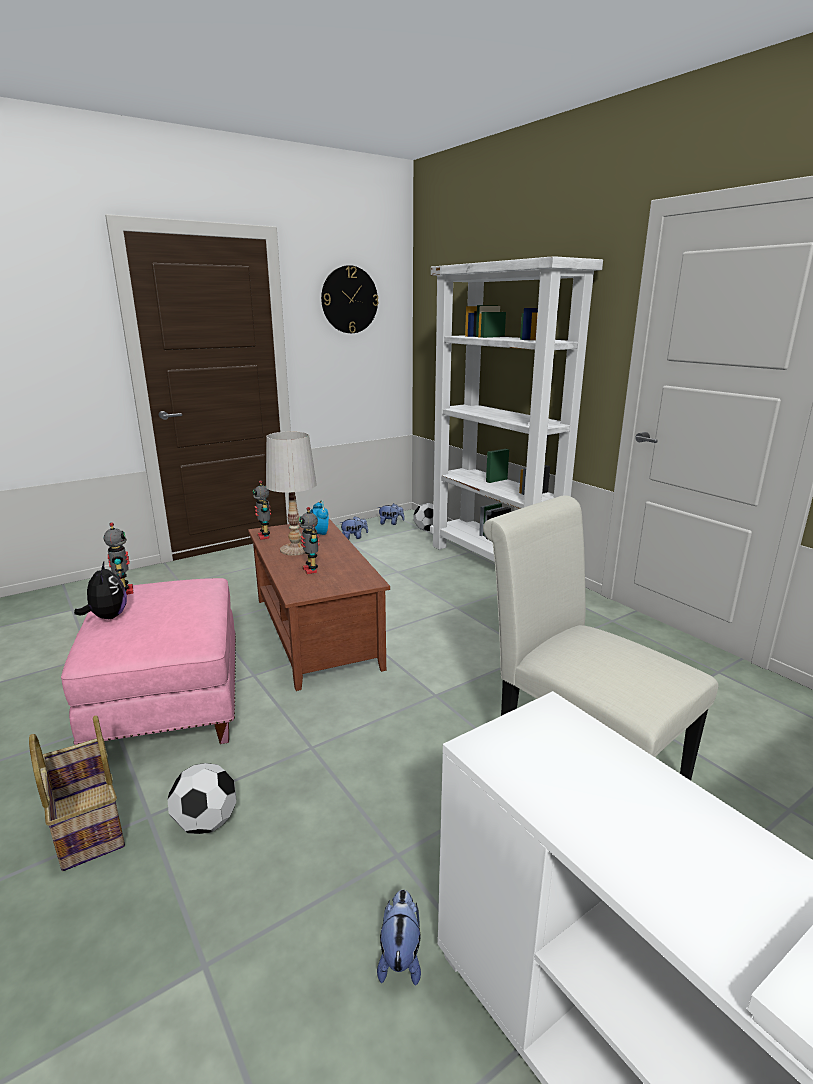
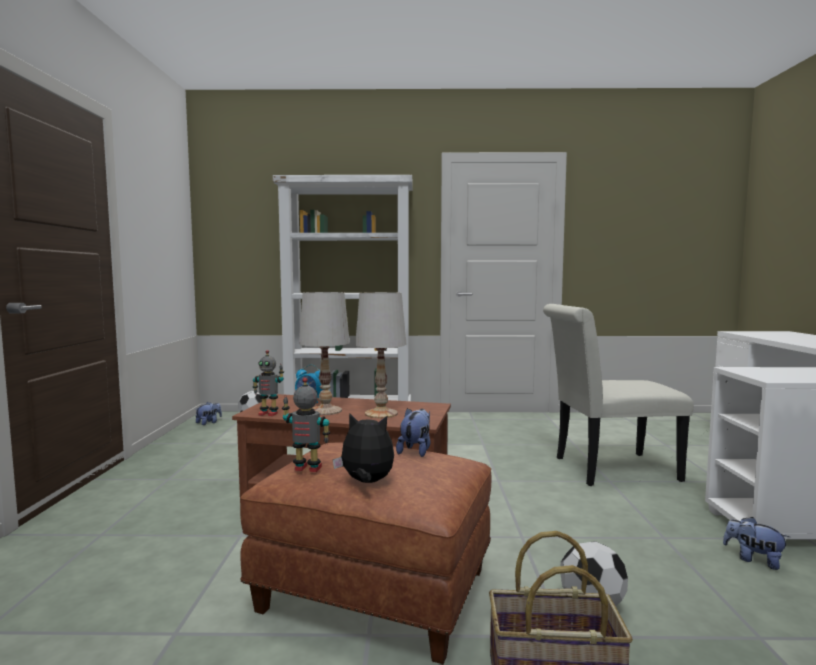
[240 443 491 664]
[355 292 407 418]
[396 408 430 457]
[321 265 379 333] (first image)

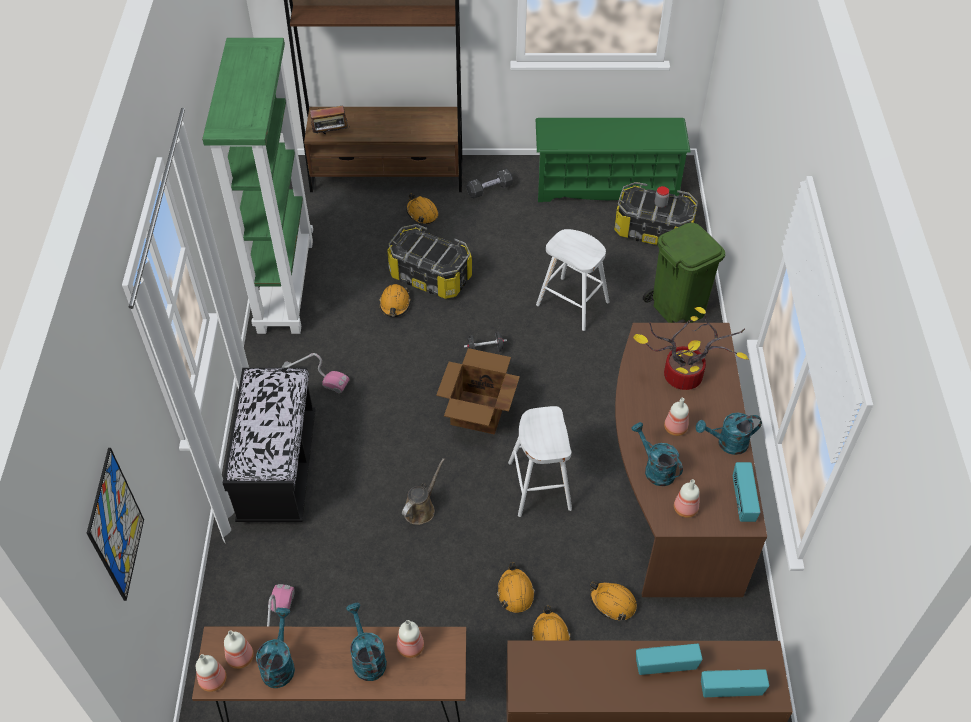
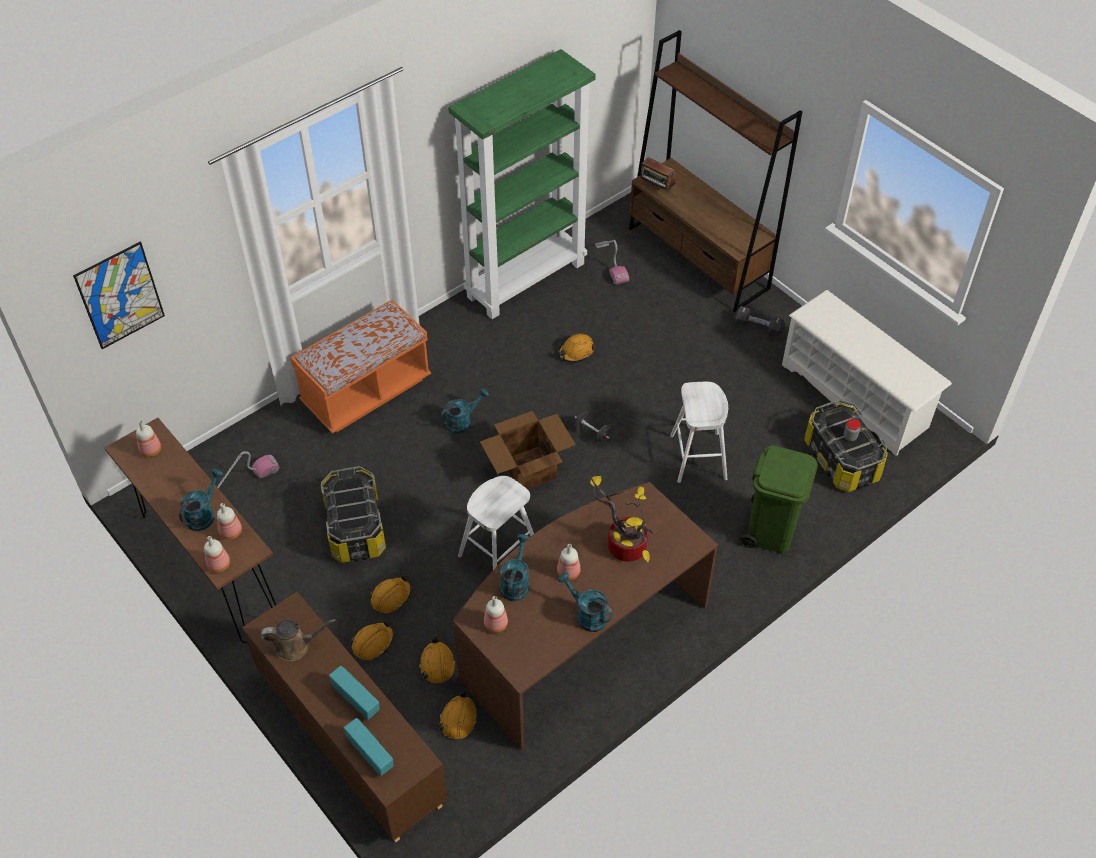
[204 536 230 573]
[261 619 336 661]
[290 300 431 434]
[321 466 386 563]
[439 689 478 739]
[440 388 489 433]
[595 240 629 285]
[782 290 952 456]
[733 462 760 522] (first image)

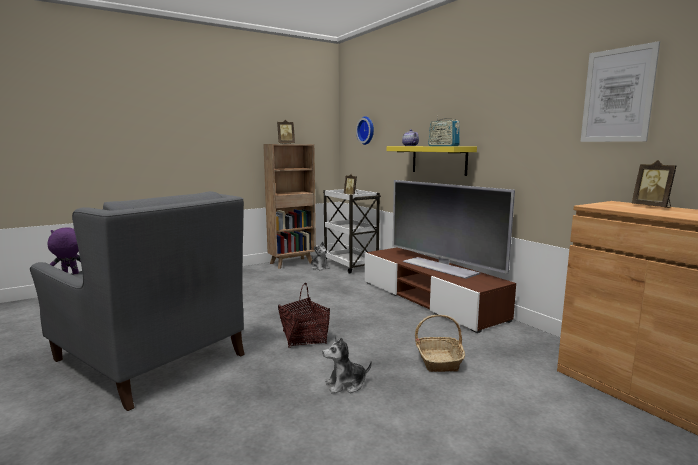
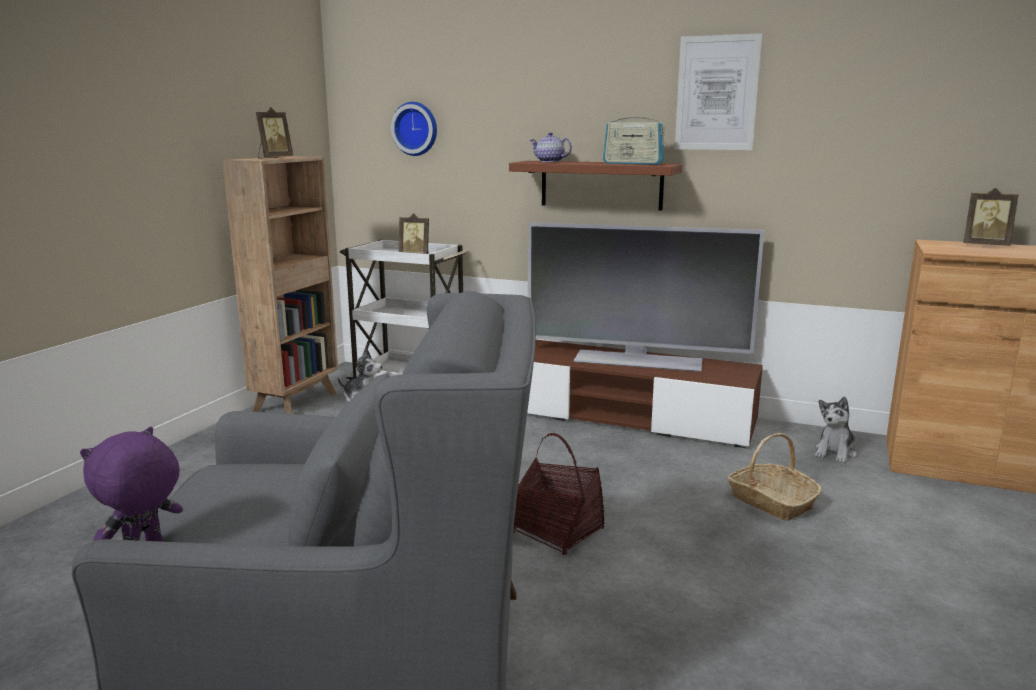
[509 161 682 211]
[675 33 762 150]
[815 397 857 463]

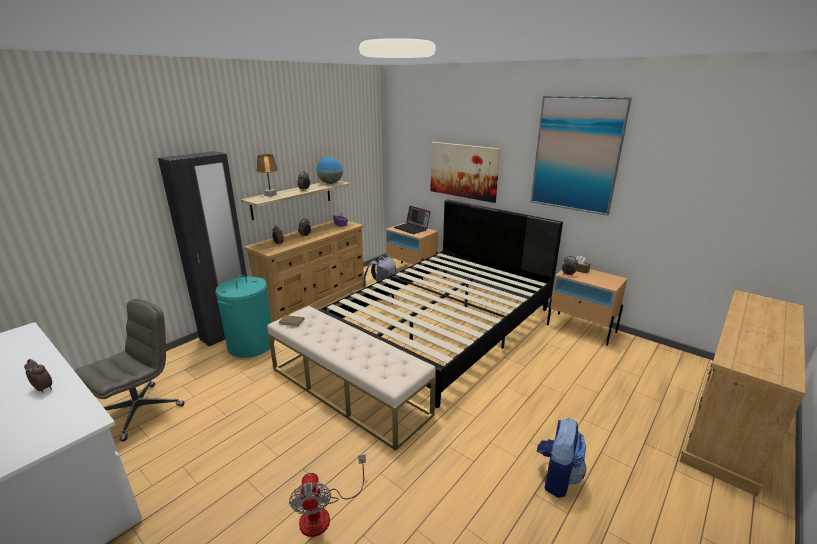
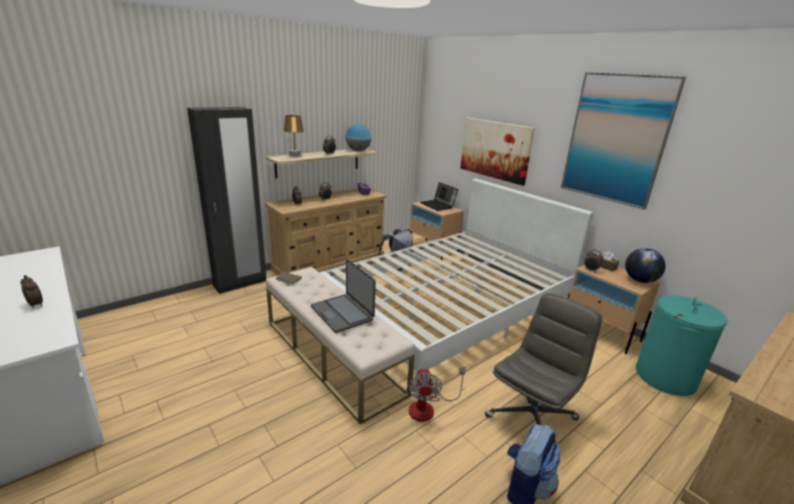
[311 259 376 333]
[320 178 594 386]
[408 367 466 422]
[485 293 602 425]
[625 248 666 283]
[636 295 728 396]

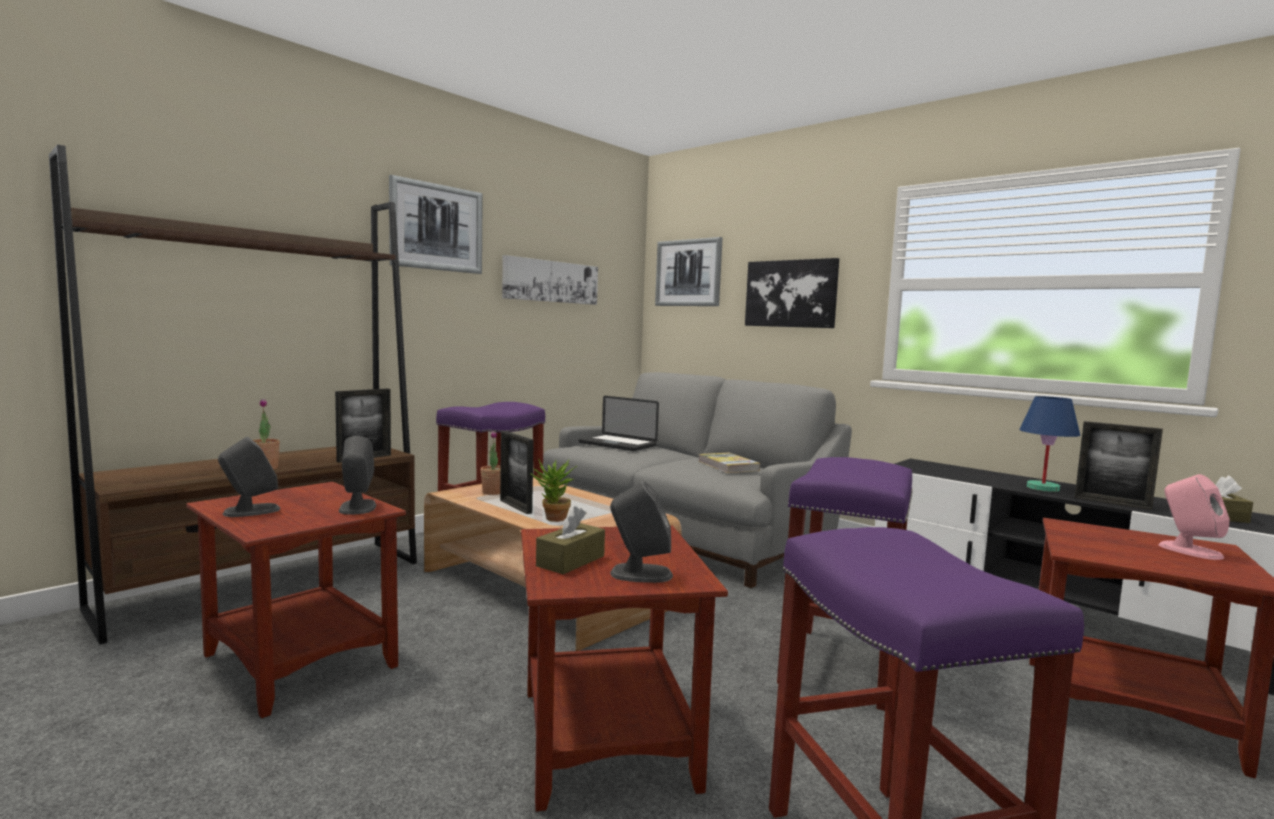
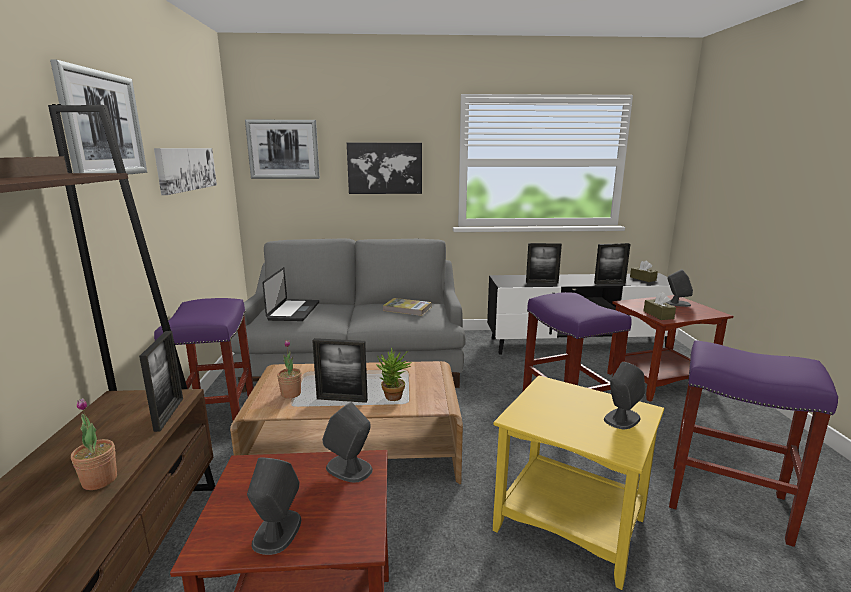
[263 267 319 321]
[493 375 664 590]
[526 243 562 283]
[644 292 676 320]
[666 269 693 307]
[1019 396 1080 492] (first image)

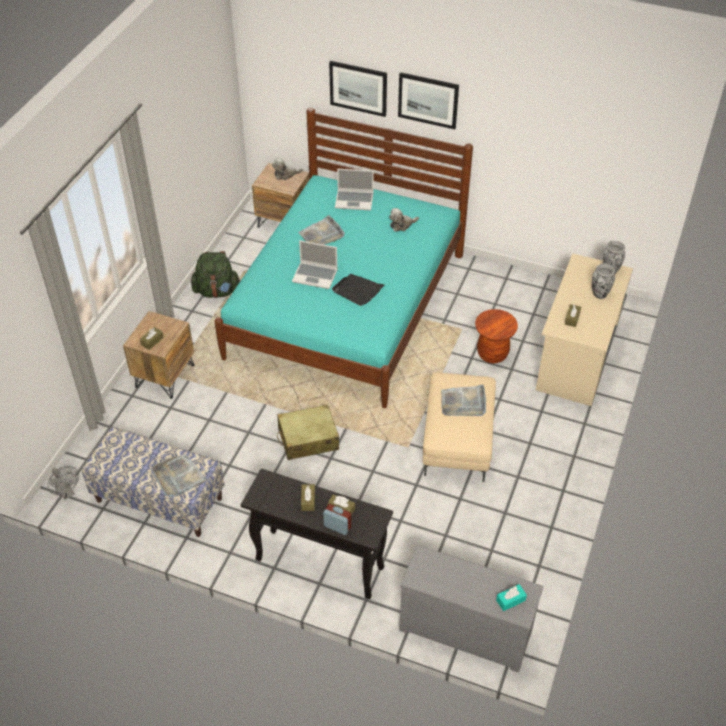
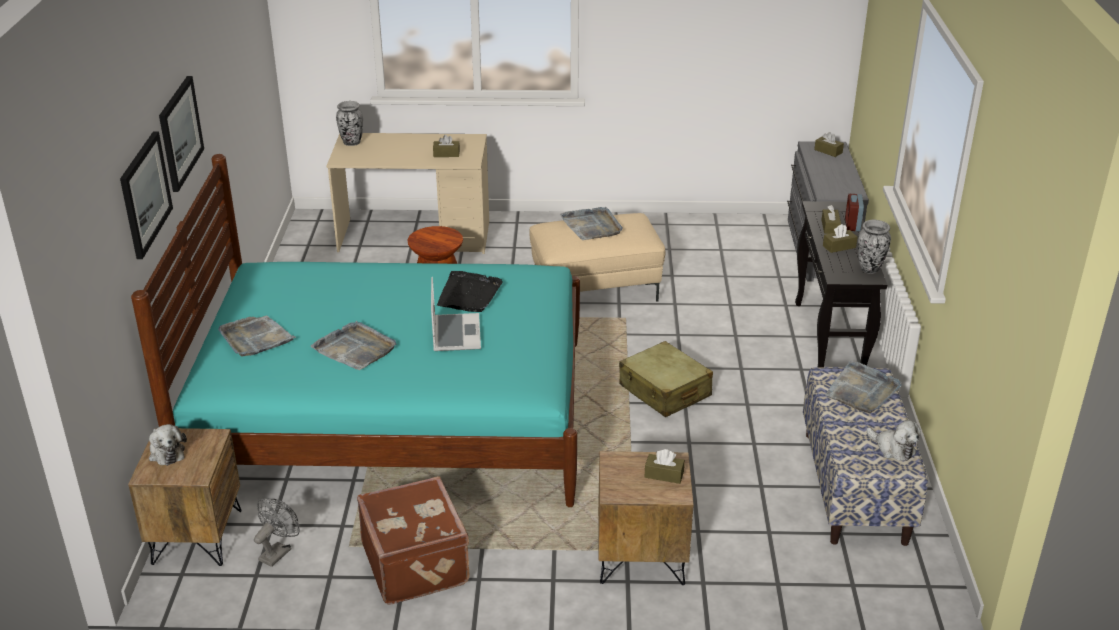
[218 315 296 356]
[254 499 300 567]
[357 476 470 605]
[814 132 844 157]
[858 220 891 274]
[866 420 921 461]

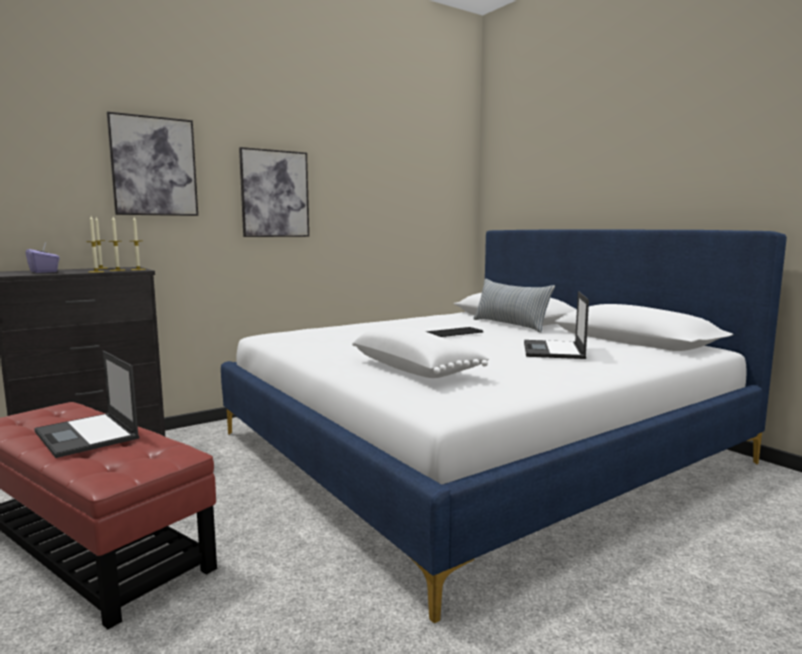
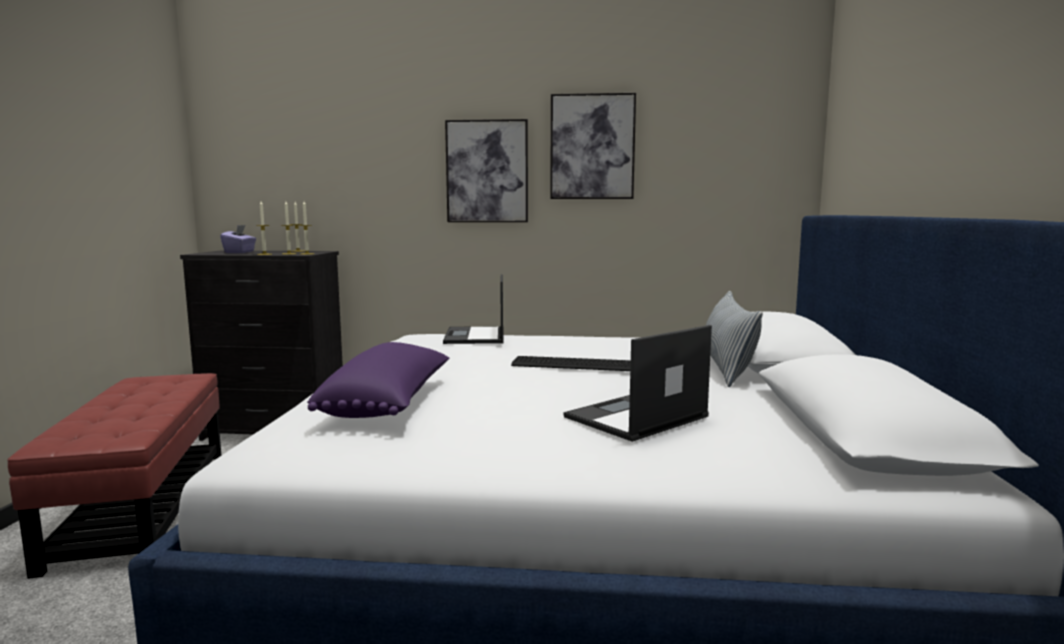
[307 342 450 418]
[443 274 504 344]
[550 93 636 199]

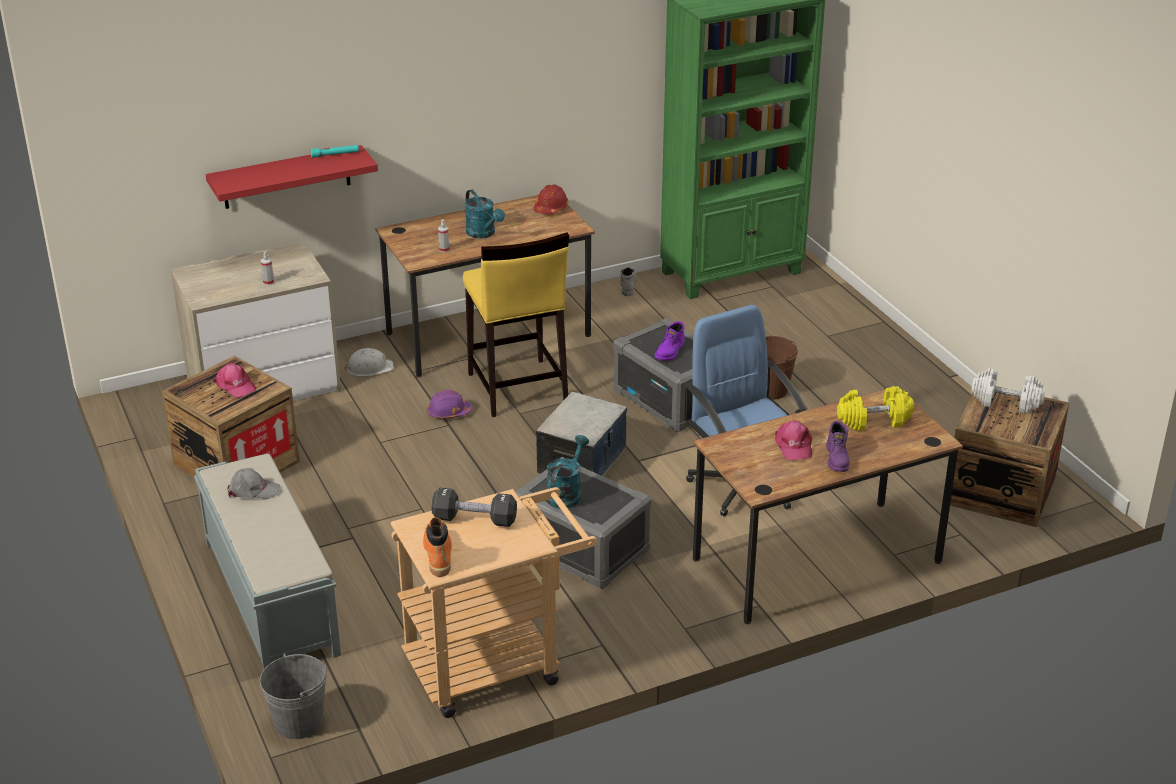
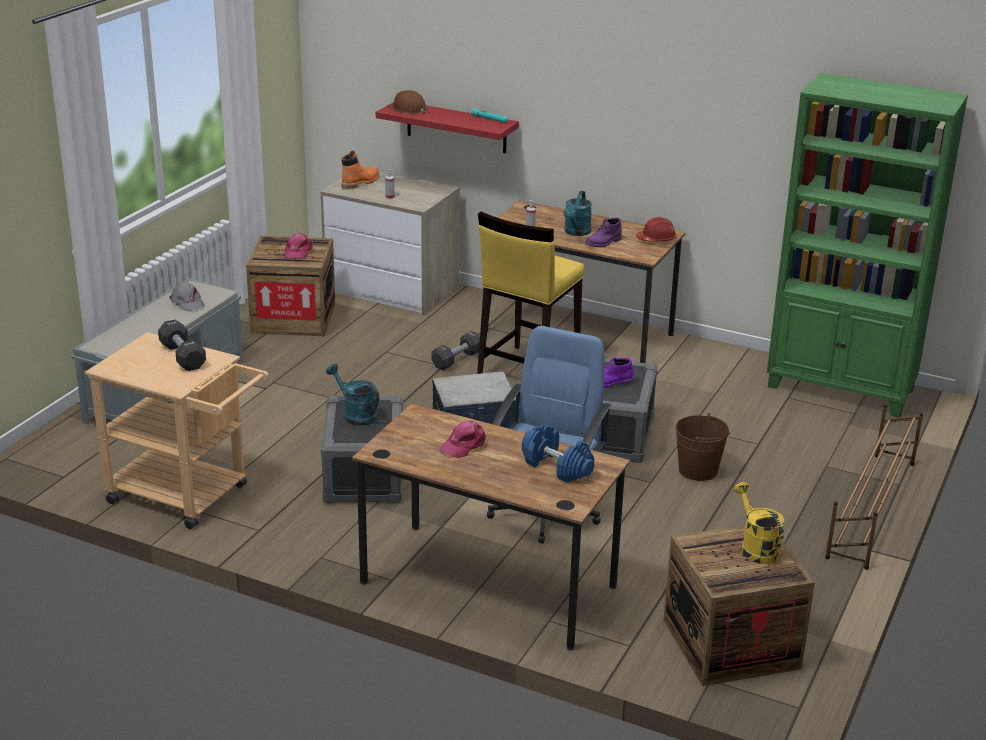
[326 364 379 426]
[341 151 379 189]
[388 90 427 114]
[432 331 480 370]
[522 425 594 483]
[585 217 622 247]
[733 482 784 564]
[825 404 923 570]
[260 653 327 739] (first image)
[344 348 394 376] (first image)
[620 267 637 296] (first image)

